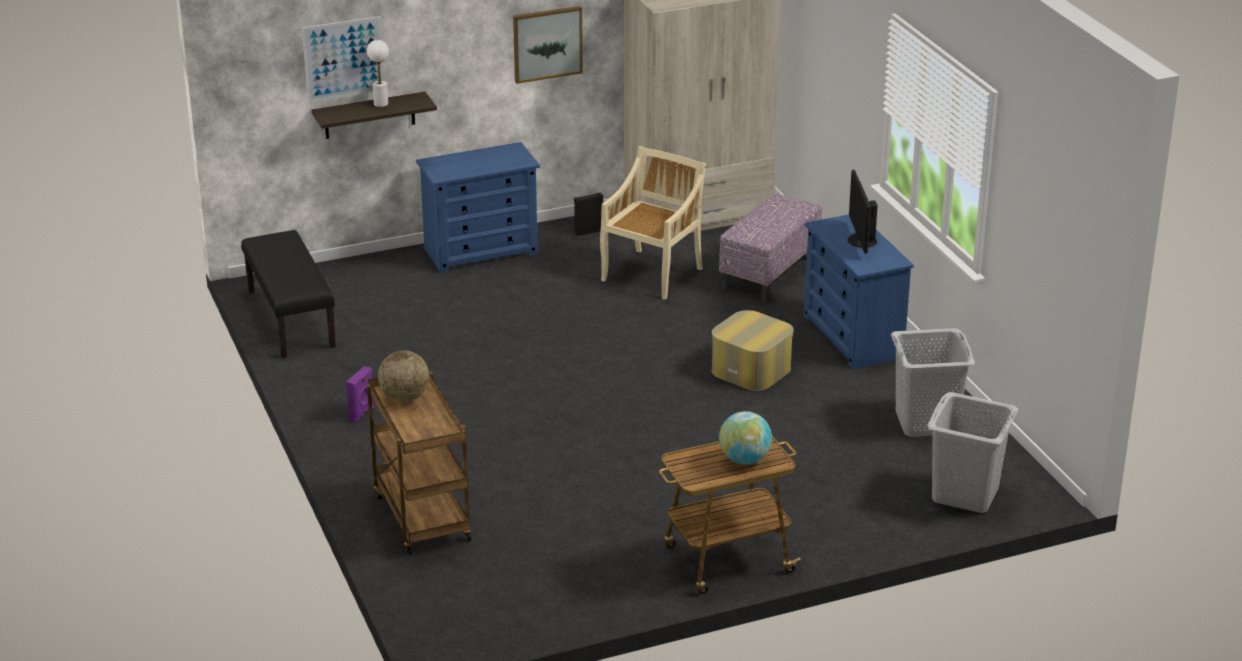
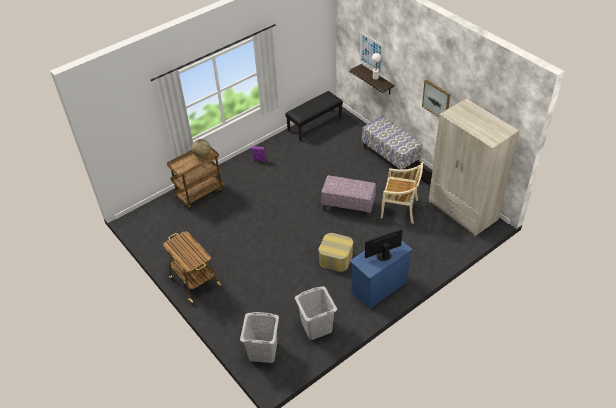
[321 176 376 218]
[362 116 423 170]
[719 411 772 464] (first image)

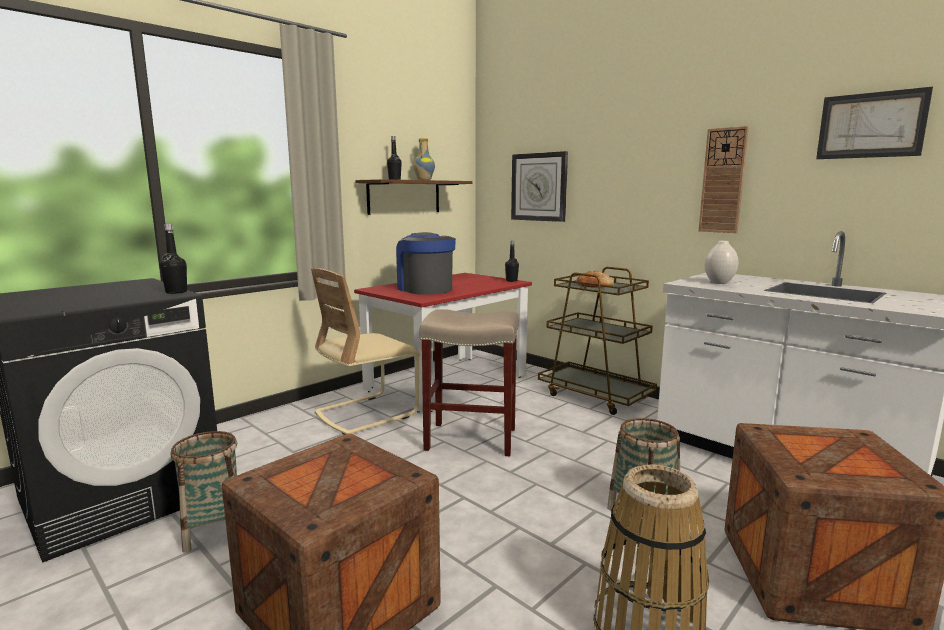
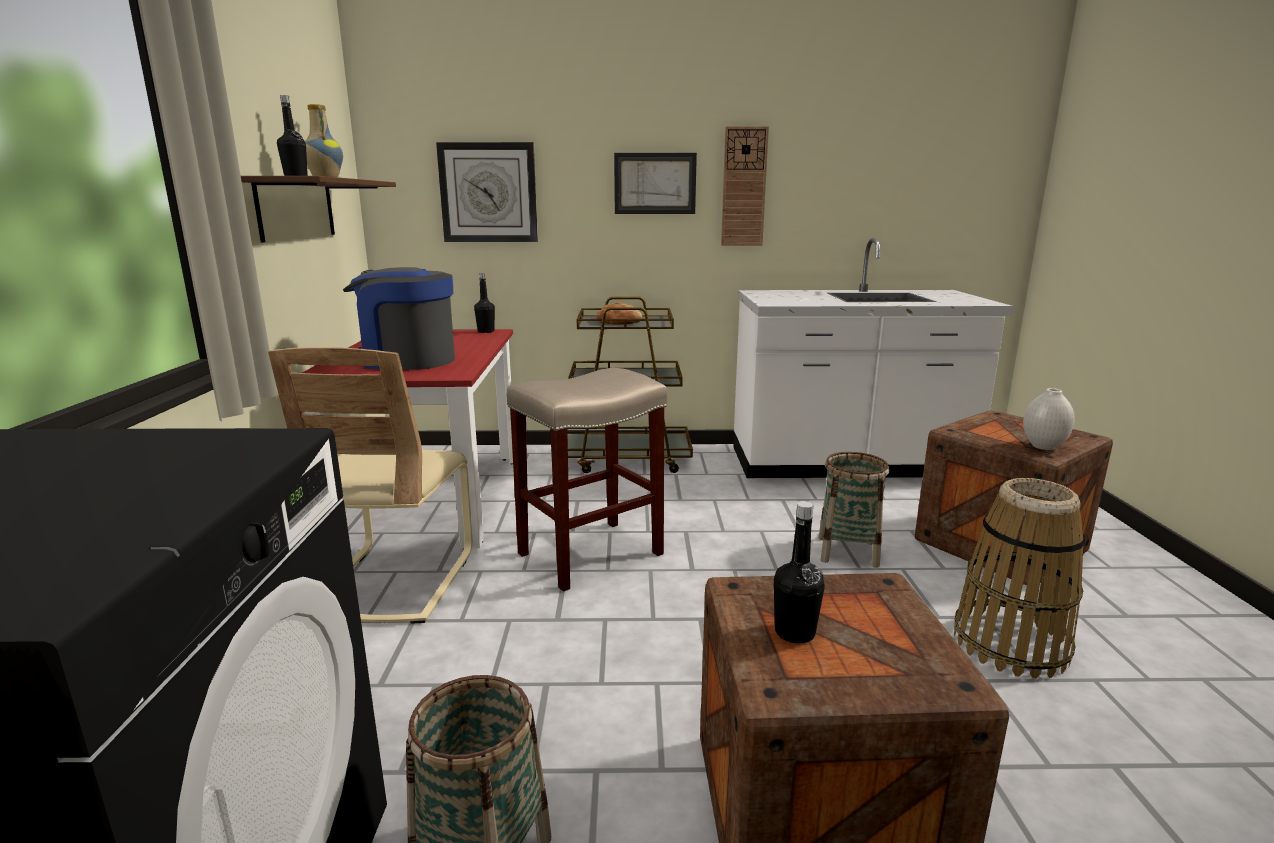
[614 153 697 214]
[774 501 825 643]
[1023 388 1075 450]

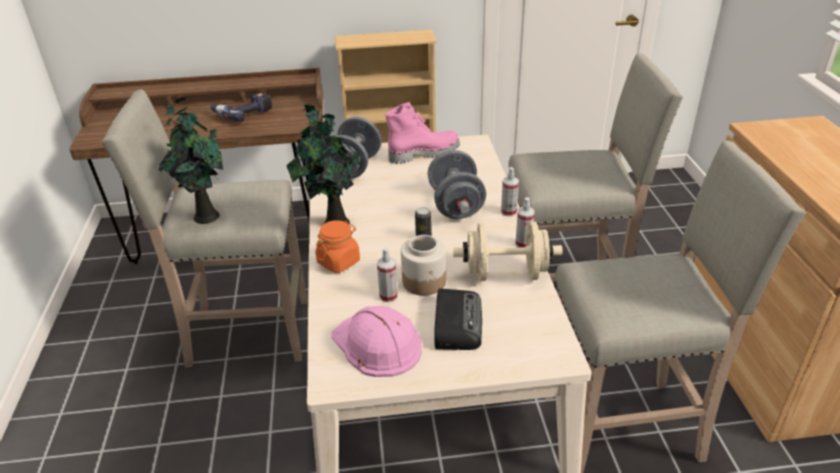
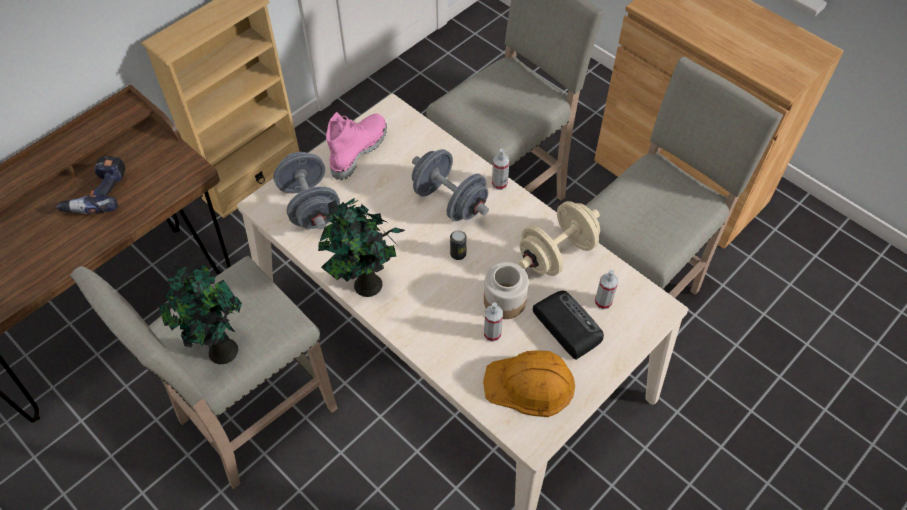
[483 350 575 417]
[595 270 618 310]
[315 220 360 273] (first image)

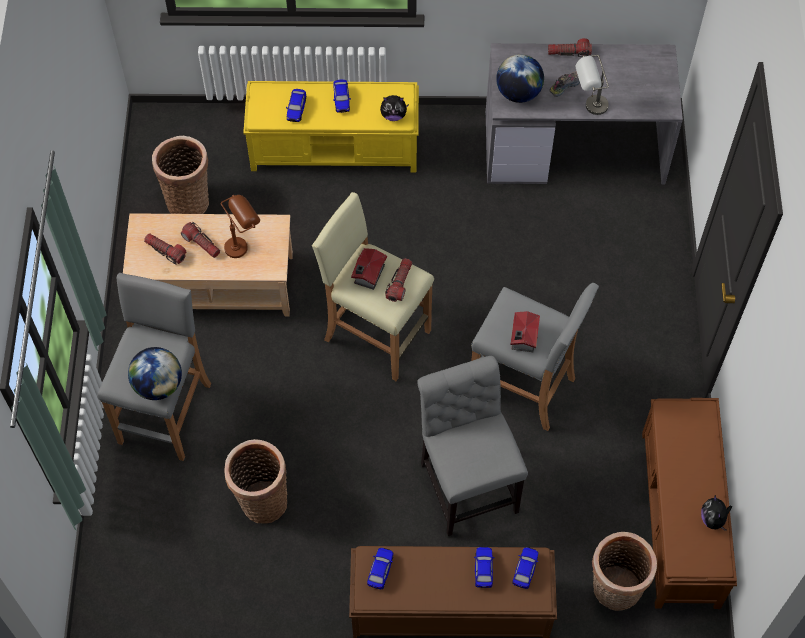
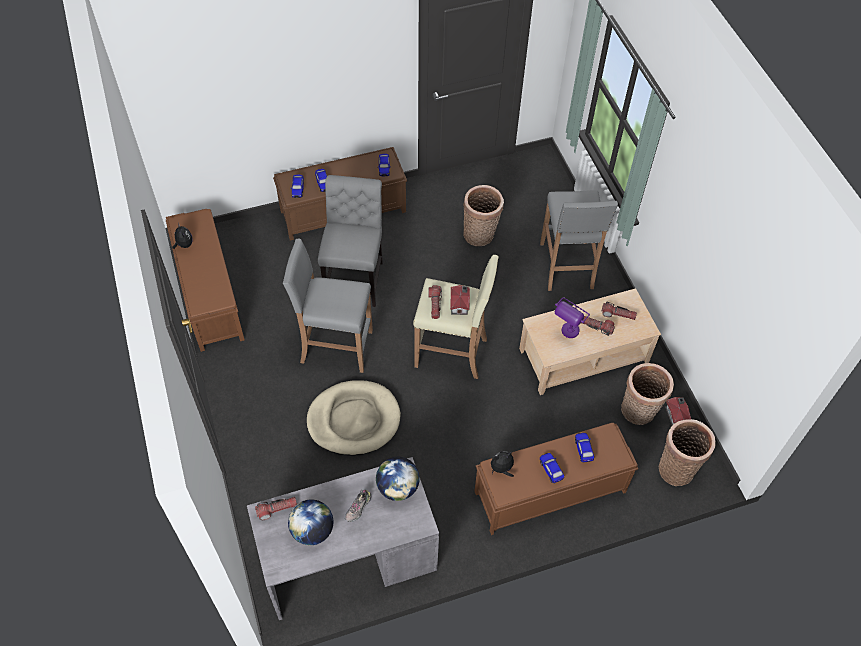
[255 497 297 520]
[288 499 333 545]
[306 380 401 456]
[318 175 383 307]
[475 423 638 535]
[555 297 590 338]
[658 419 716 486]
[665 397 691 425]
[575 55 609 115] (first image)

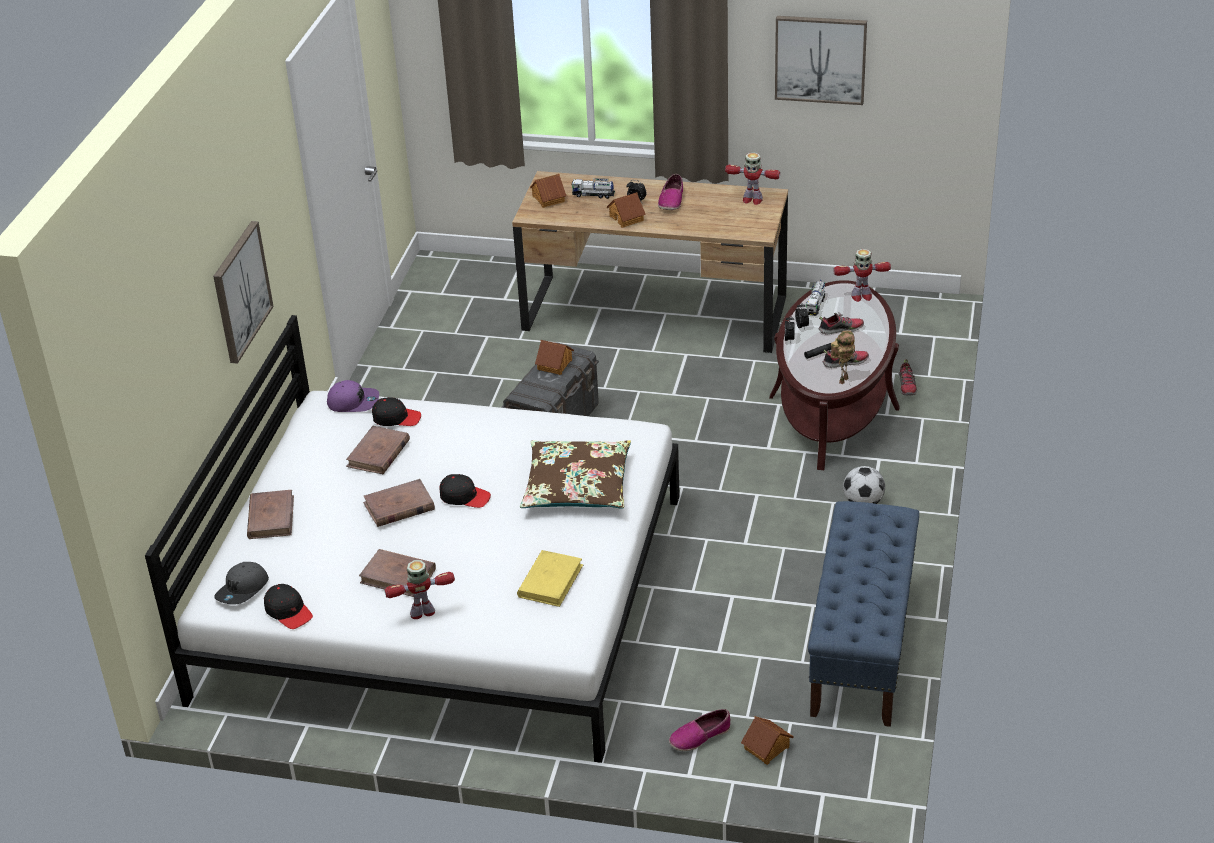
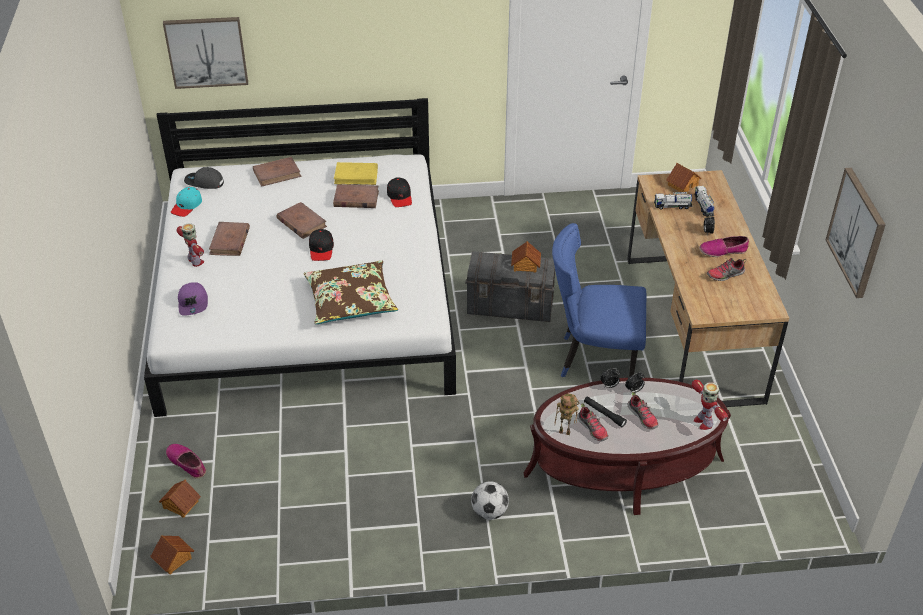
[150 536 194 575]
[163 17 248 89]
[171 187 202 217]
[178 282 208 315]
[334 162 378 185]
[552 223 646 377]
[654 192 692 209]
[707 258 747 281]
[725 152 780 205] (first image)
[808 501 919 727] (first image)

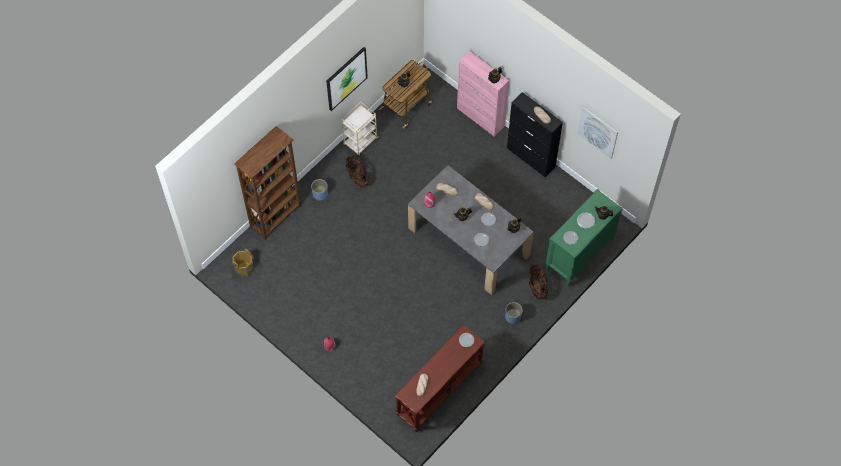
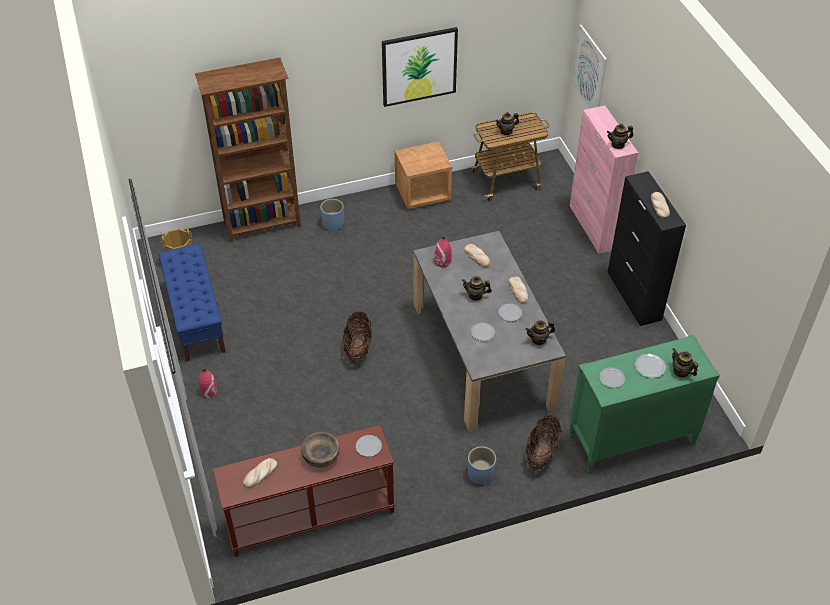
[159 245 226 362]
[301 432 340 468]
[343 311 372 362]
[395 141 452 209]
[572 25 607 109]

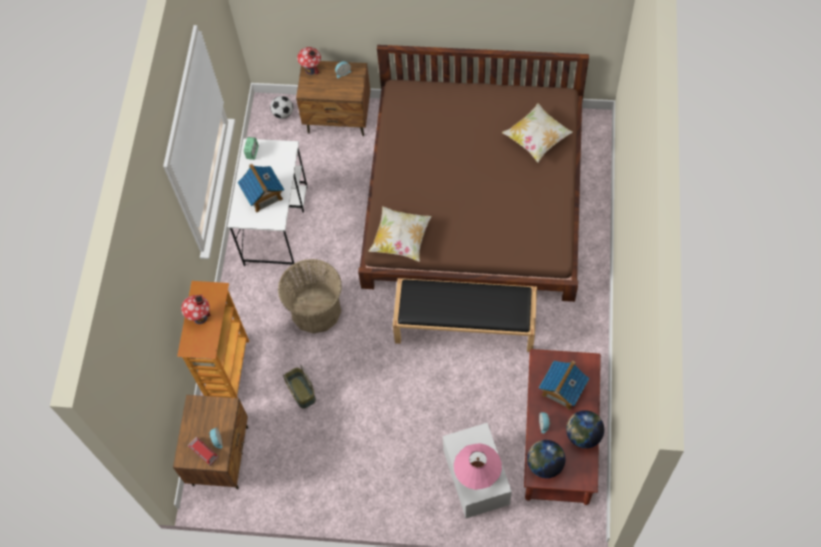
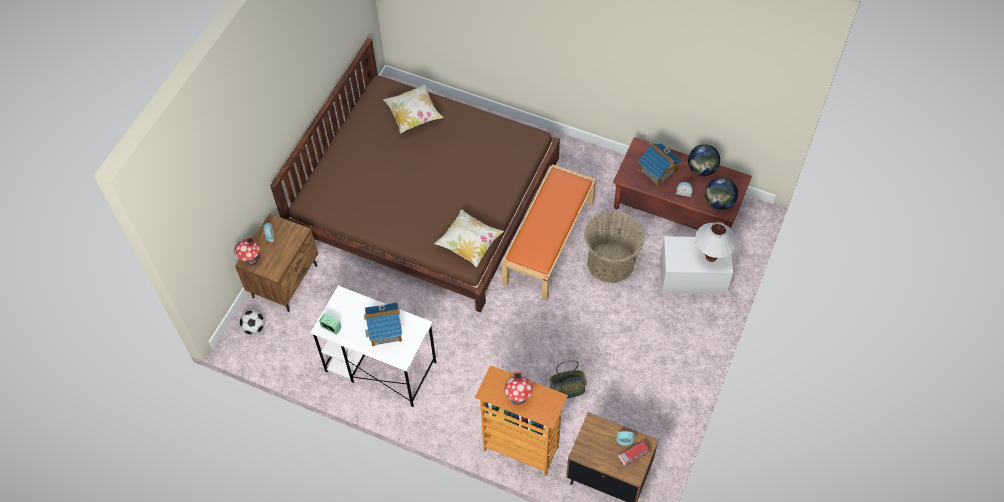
[502 164 596 301]
[584 211 645 283]
[695 222 737 262]

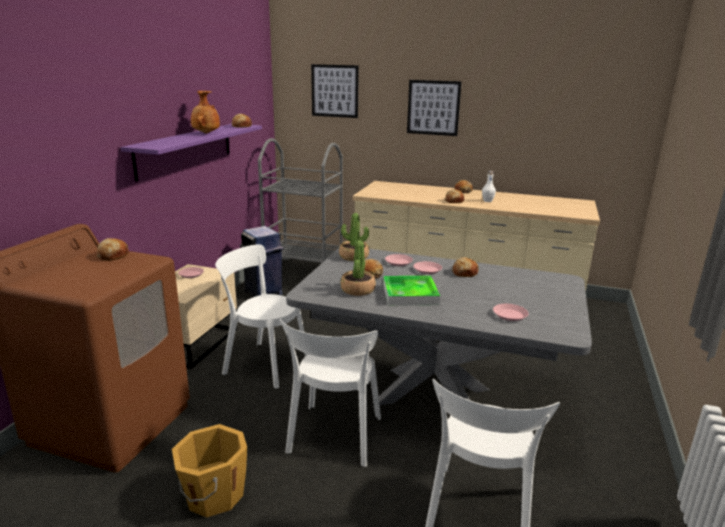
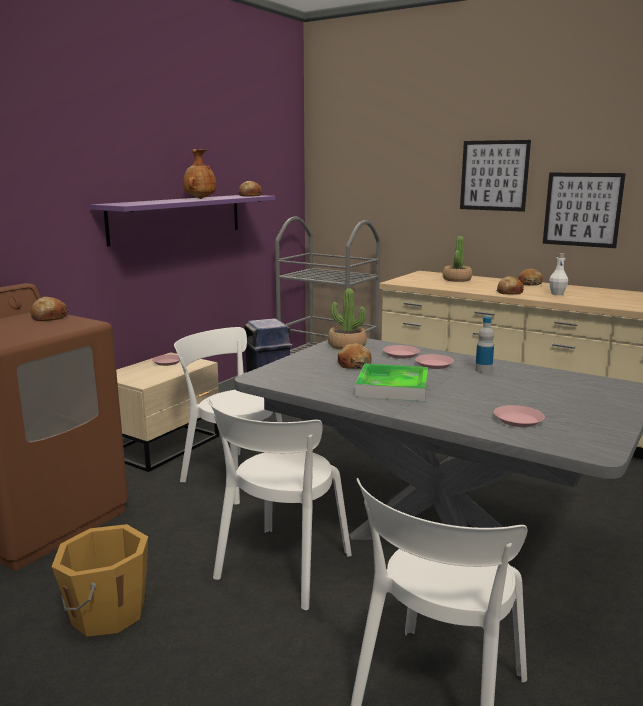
[443 236 472 282]
[475 316 494 373]
[543 173 626 248]

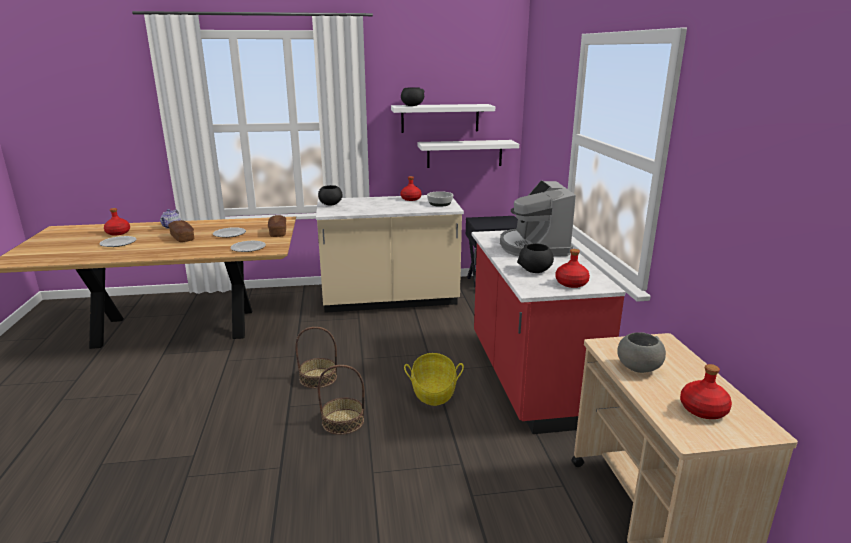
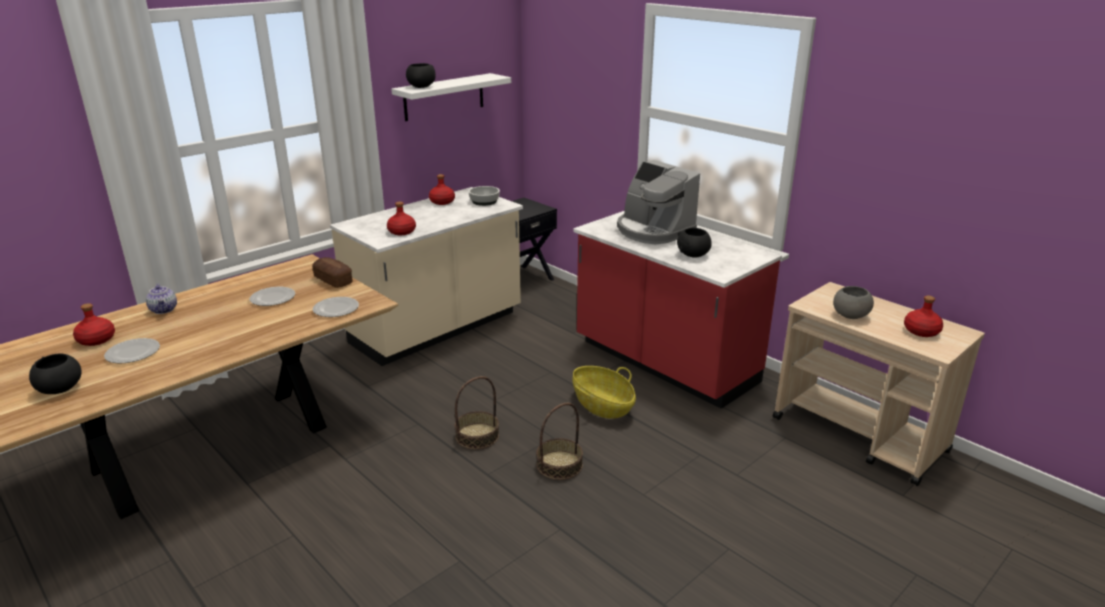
[29 353 82 394]
[387 202 416 235]
[168 220 194 242] (first image)
[418 140 519 168] (first image)

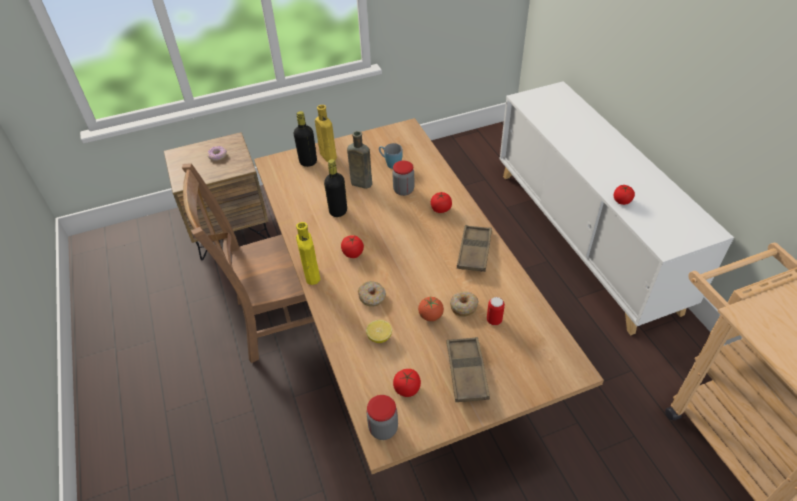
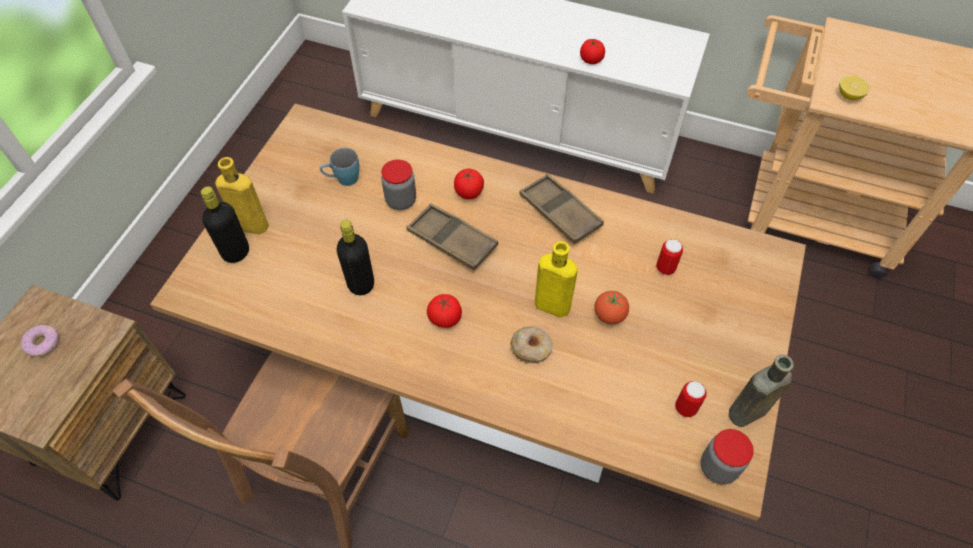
[407 203 498 270]
[535 241 578 318]
[675 381 707 417]
[729 355 794 427]
[839 76 870 100]
[450 292 479 317] (first image)

